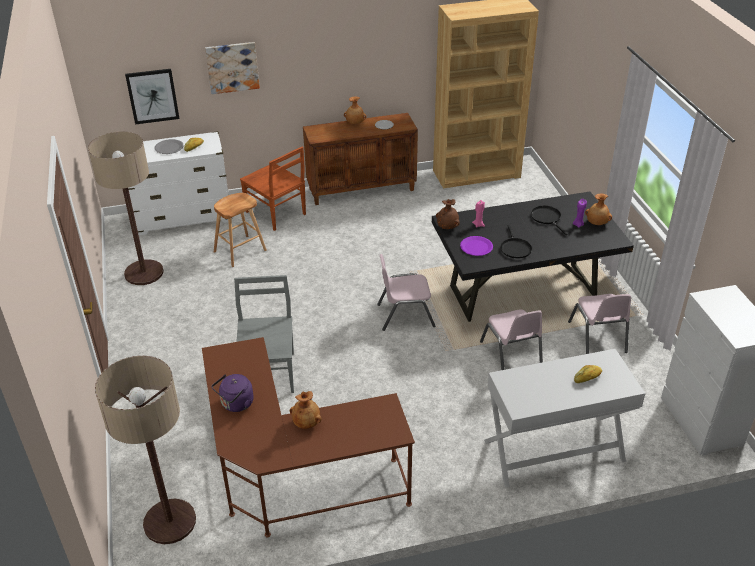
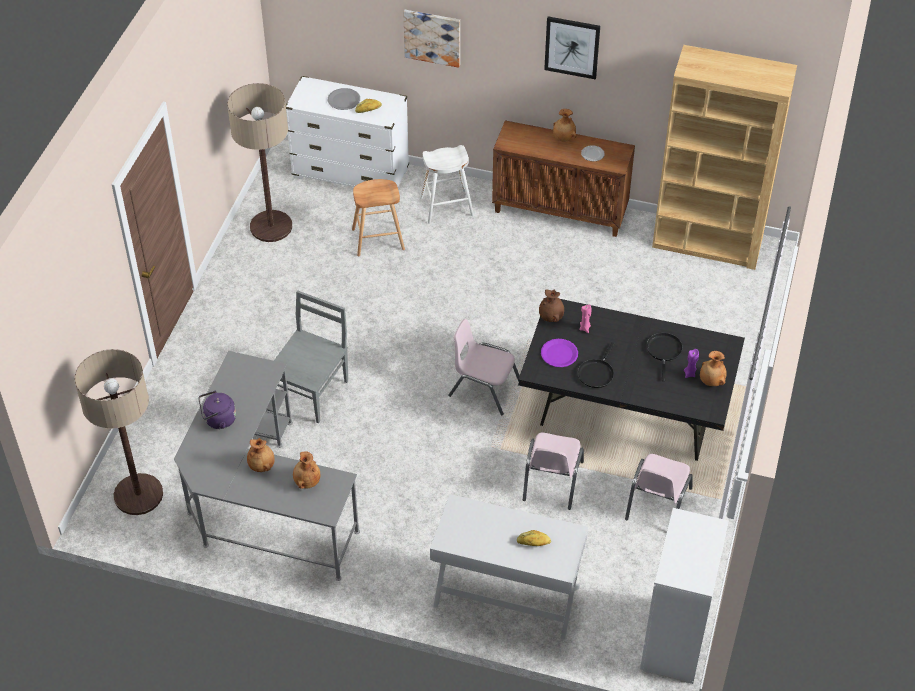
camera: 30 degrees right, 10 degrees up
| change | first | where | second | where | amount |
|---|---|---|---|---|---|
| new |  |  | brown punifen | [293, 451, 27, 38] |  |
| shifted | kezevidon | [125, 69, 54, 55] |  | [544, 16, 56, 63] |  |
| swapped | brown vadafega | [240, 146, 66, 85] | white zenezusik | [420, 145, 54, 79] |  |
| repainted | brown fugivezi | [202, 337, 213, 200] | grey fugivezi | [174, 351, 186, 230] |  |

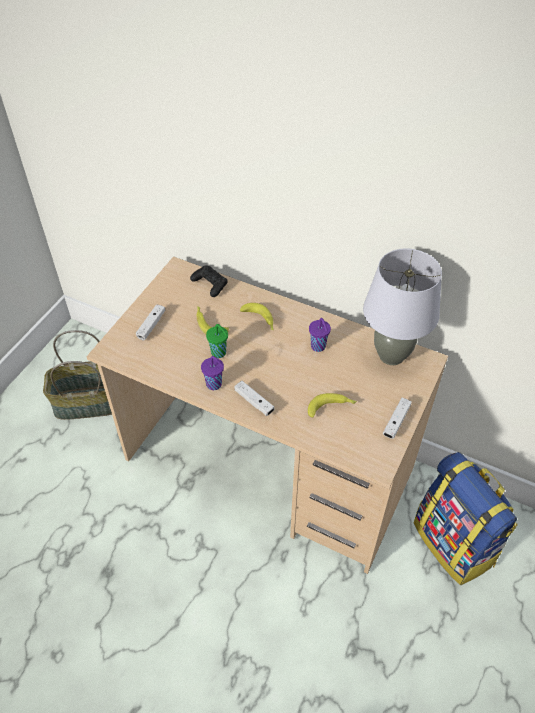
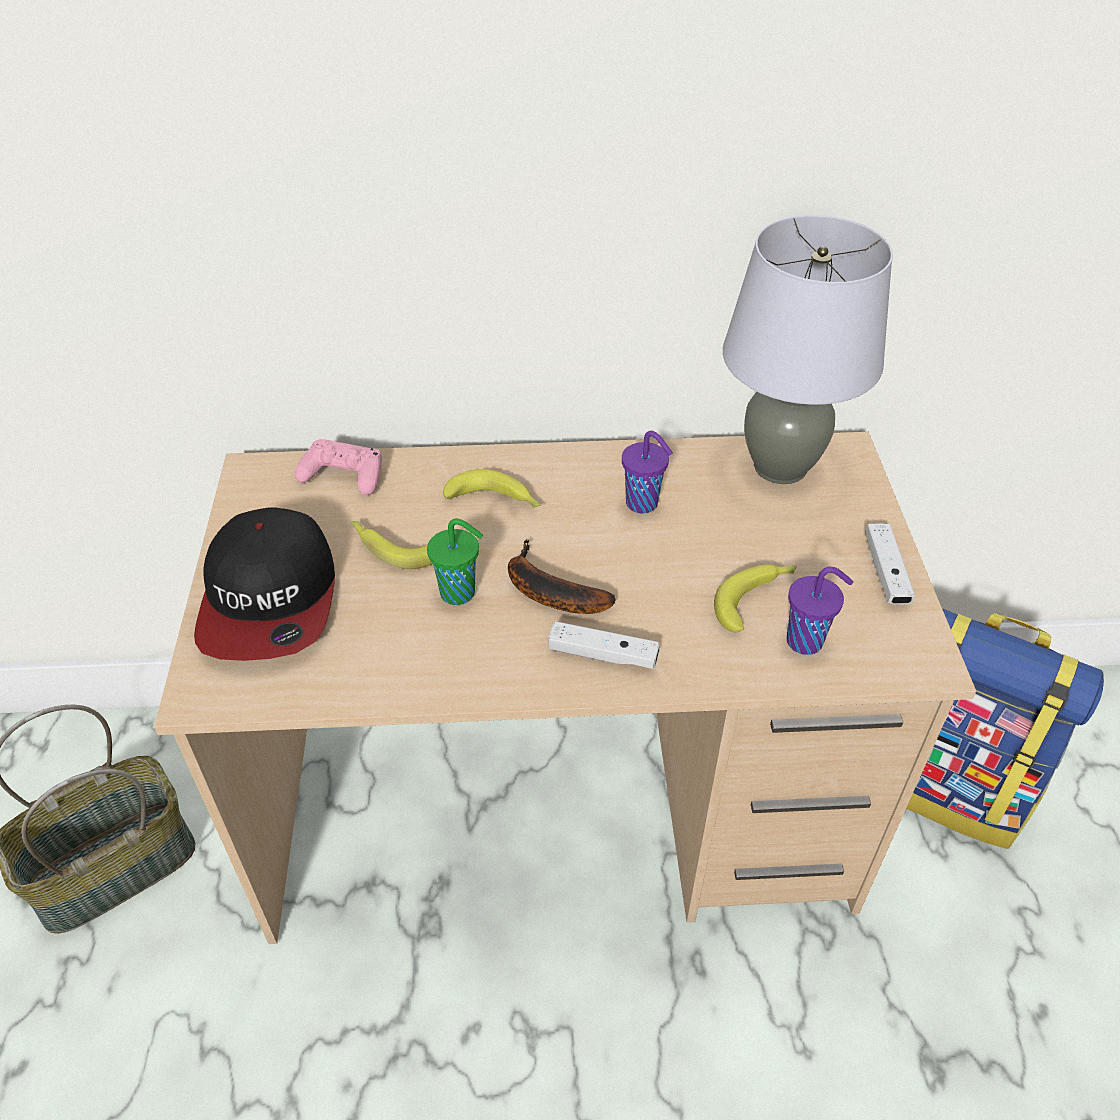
camera: 30 degrees left, 5 degrees down
| change | first | where | second | where | amount |
|---|---|---|---|---|---|
| new |  |  | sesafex | [508, 539, 108, 75] |  |
| shifted | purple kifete | [201, 356, 23, 34] |  | [787, 567, 66, 88] |  |
| swapped | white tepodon | [136, 304, 30, 36] | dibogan | [194, 507, 141, 154] |  |
| repainted | black tepodon | [190, 265, 38, 32] | pink tepodon | [295, 439, 87, 56] |  |

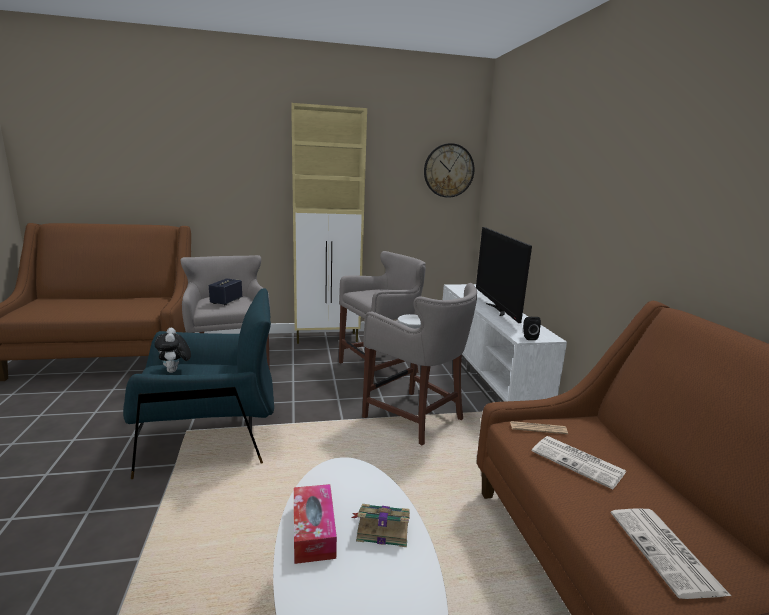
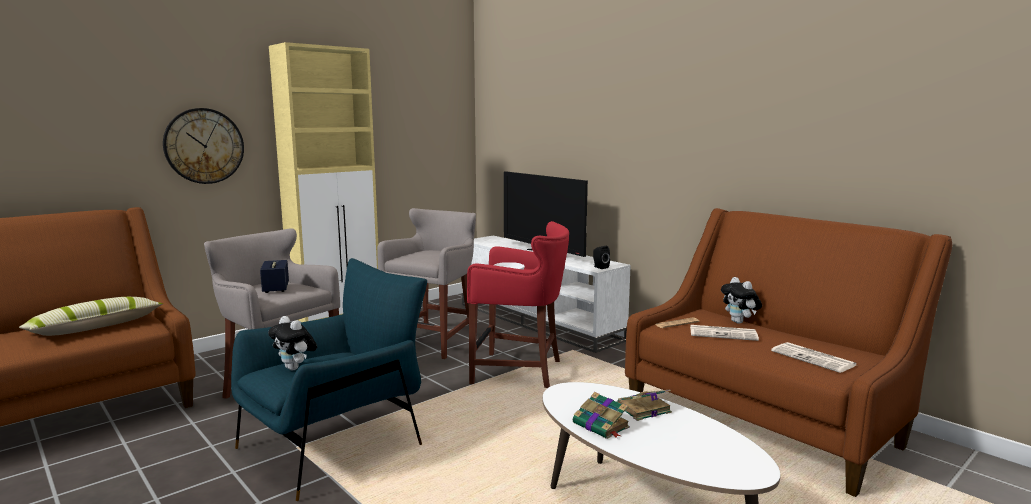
camera: 30 degrees left, 5 degrees down
| change | first | where | second | where | amount |
|---|---|---|---|---|---|
| new |  |  | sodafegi | [19, 297, 144, 39] |  |
| new |  |  | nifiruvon | [721, 277, 41, 47] |  |
| shifted | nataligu | [424, 143, 50, 55] |  | [163, 108, 81, 76] |  |
| swapped | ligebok | [294, 484, 43, 80] | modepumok | [573, 392, 57, 47] |  |
| repainted | grey zenezusik | [362, 283, 115, 163] | red zenezusik | [467, 221, 102, 167] |  |

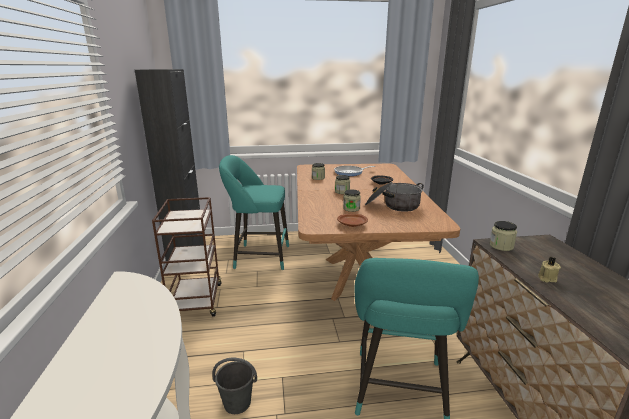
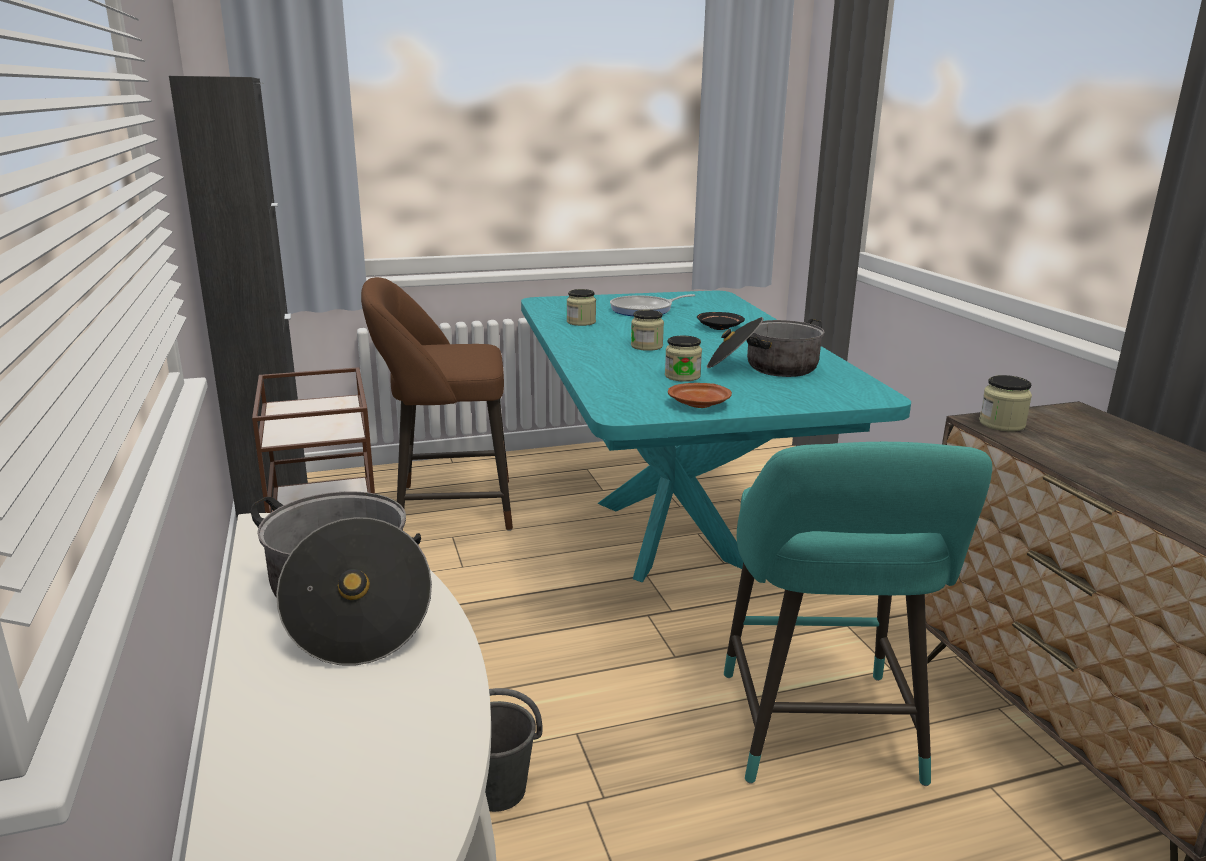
camera: 10 degrees left, 0 degrees up
| change | first | where | second | where | amount |
|---|---|---|---|---|---|
| gone | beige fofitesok | [538, 257, 23, 26] |  |  |  |
| new |  |  | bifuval | [251, 491, 181, 175] |  |
| repainted | turquoise zenezusik | [219, 155, 70, 115] | brown zenezusik | [361, 277, 152, 254] |  |
| repainted | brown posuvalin | [297, 164, 163, 137] | turquoise posuvalin | [521, 291, 390, 291] |  |

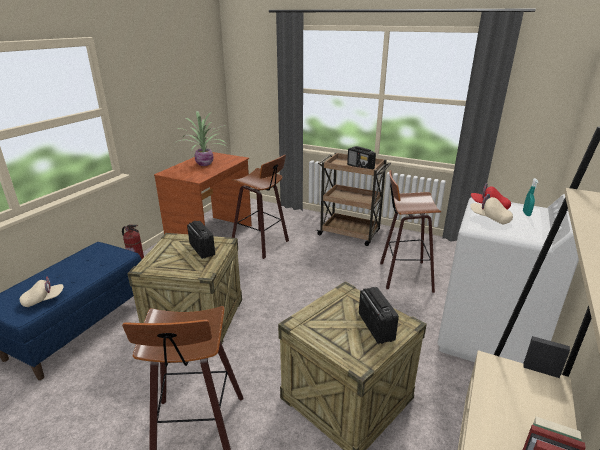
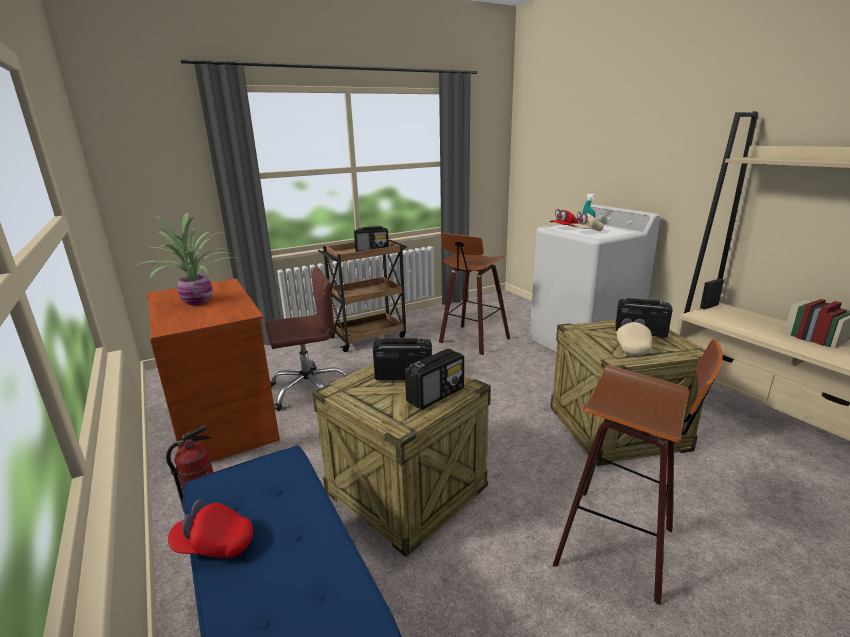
camera: 55 degrees left, 5 degrees down
| change | first | where | second | where | amount |
|---|---|---|---|---|---|
| new |  |  | red dibogan | [168, 499, 85, 59] |  |
| new |  |  | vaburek | [405, 349, 59, 61] |  |
| shifted | beige dibogan | [19, 276, 45, 31] |  | [616, 318, 36, 38] |  |
| swapped | zenezusik | [232, 155, 57, 104] | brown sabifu | [265, 266, 82, 145] |  |

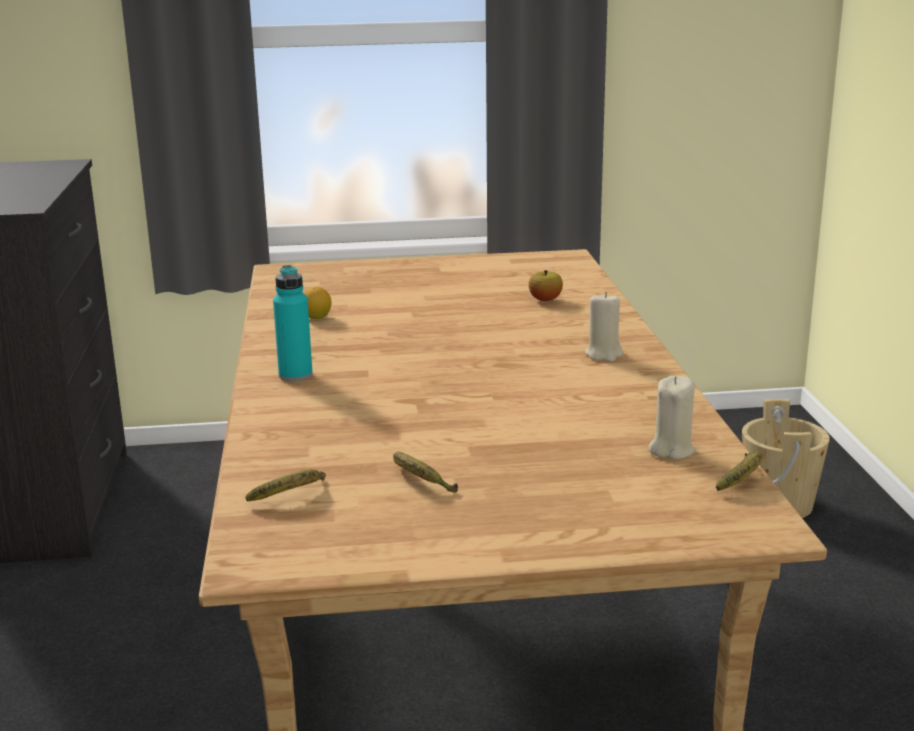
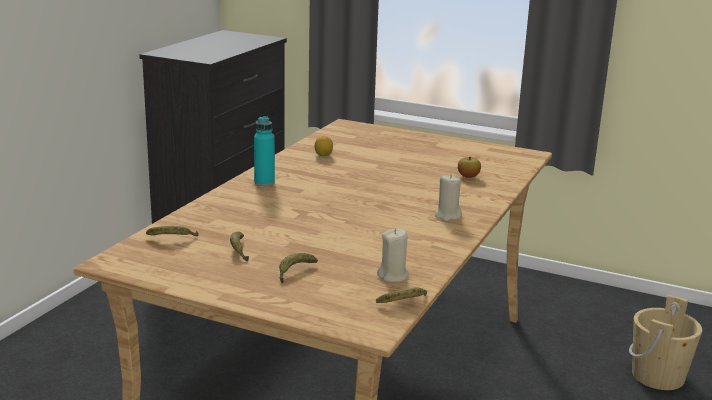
camera: 30 degrees right, 0 degrees up
| change | first | where | second | where | amount |
|---|---|---|---|---|---|
| new |  |  | sesafex | [279, 253, 39, 30] |  |

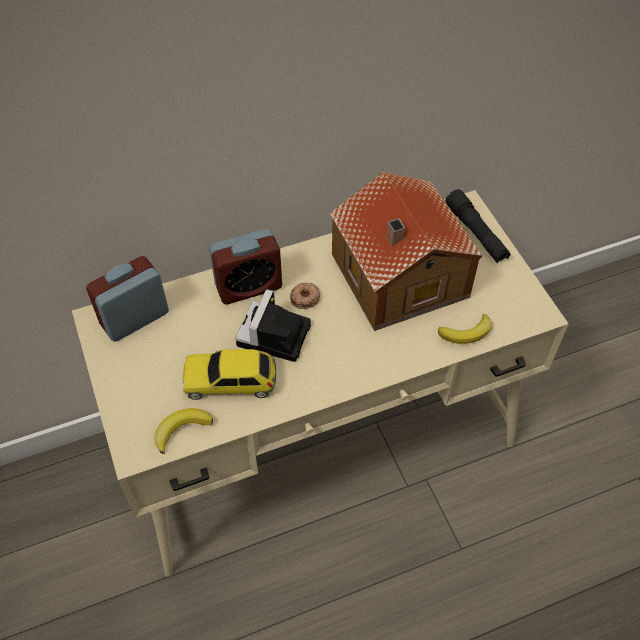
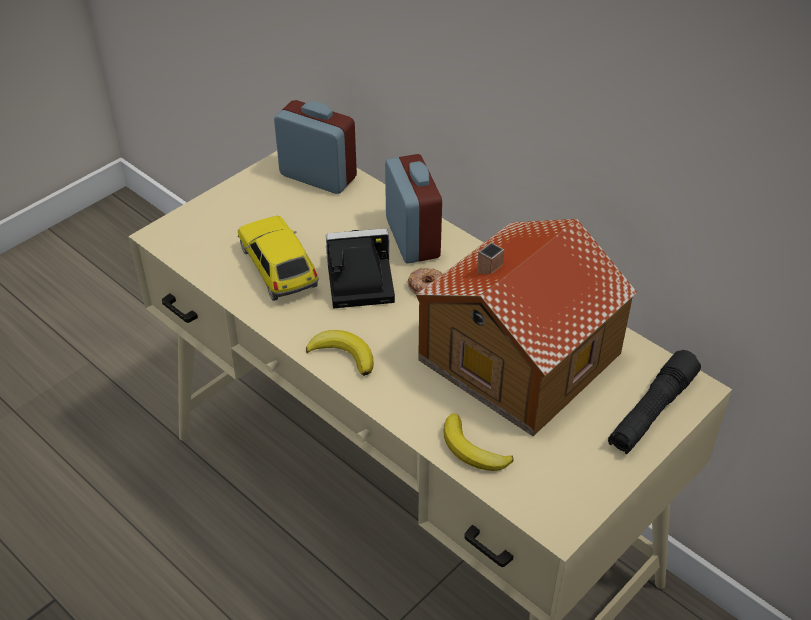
camera: 65 degrees right, 10 degrees down
| change | first | where | second | where | amount |
|---|---|---|---|---|---|
| shifted | sesafex | [154, 408, 59, 46] |  | [306, 330, 68, 46] |  |
| rotated | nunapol | [209, 229, 73, 75] |  | [385, 154, 57, 110] | 150 degrees counterclockwise |

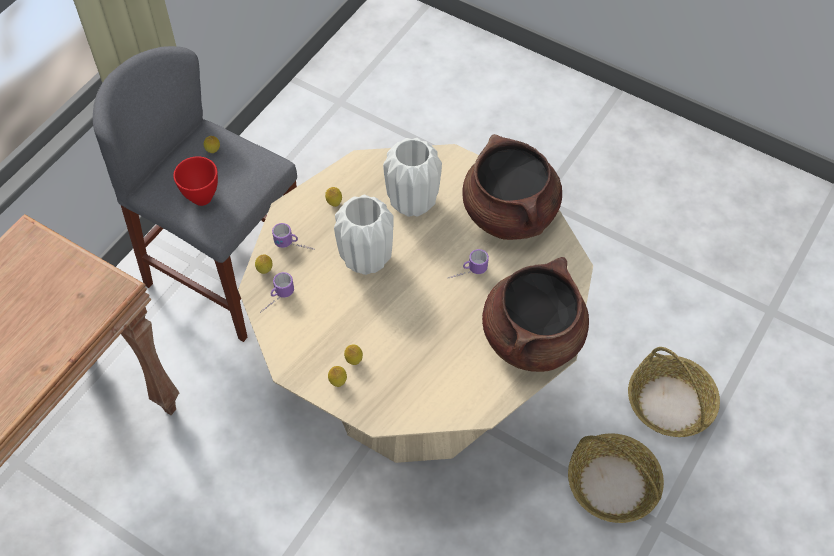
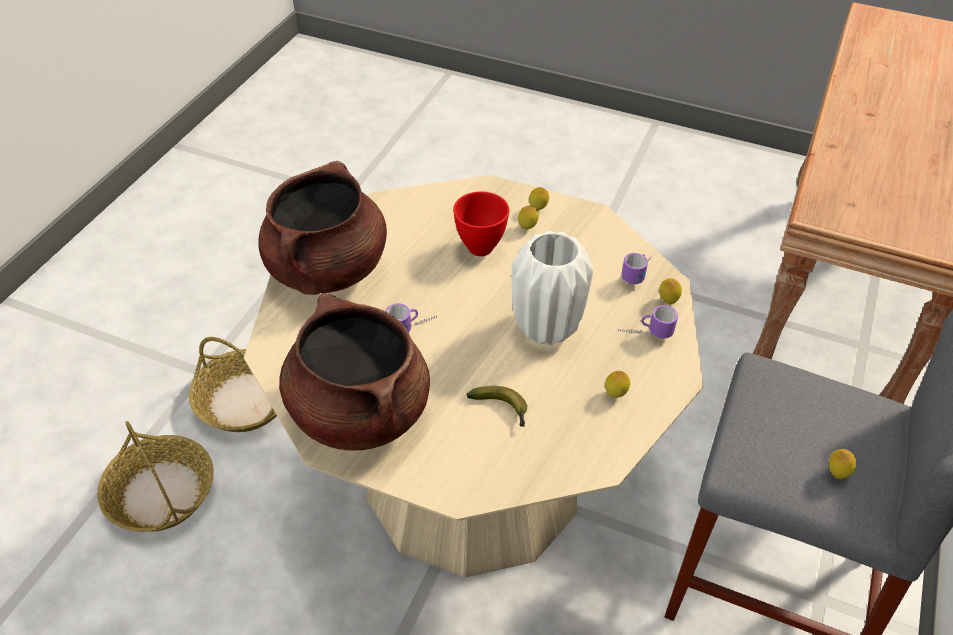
camera: 170 degrees right, 10 degrees down
| change | first | where | second | where | amount |
|---|---|---|---|---|---|
| shifted | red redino | [173, 157, 45, 49] |  | [453, 191, 56, 65] |  |
| swapped | white punifen | [383, 138, 59, 79] | sesafex | [466, 386, 61, 41] |  |

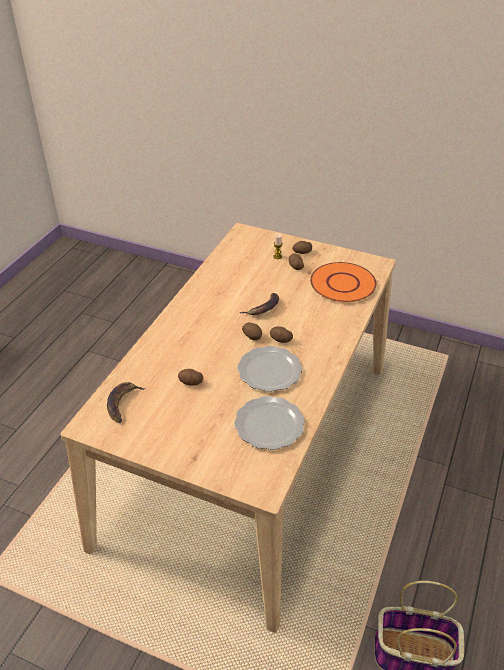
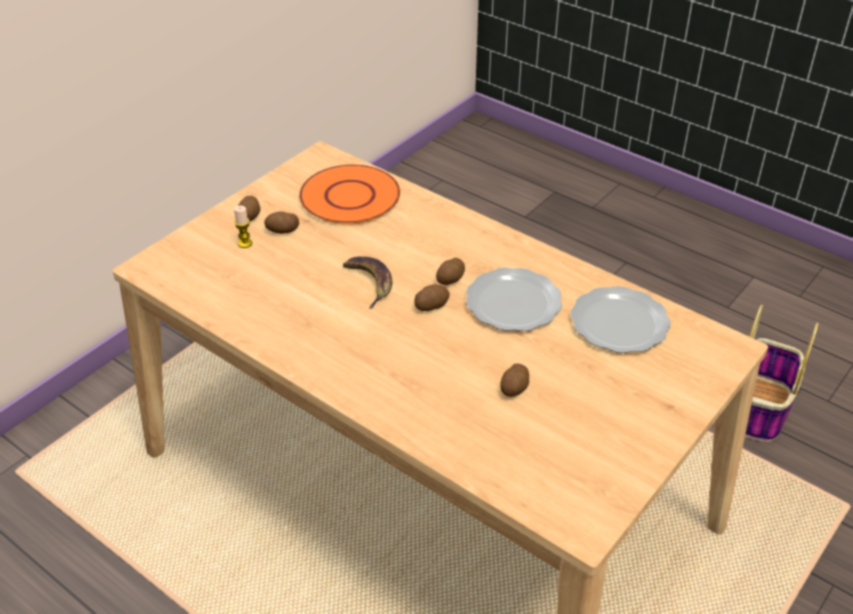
camera: 75 degrees left, 0 degrees up
| change | first | where | second | where | amount |
|---|---|---|---|---|---|
| gone | sesafex | [107, 382, 39, 41] |  |  |  |

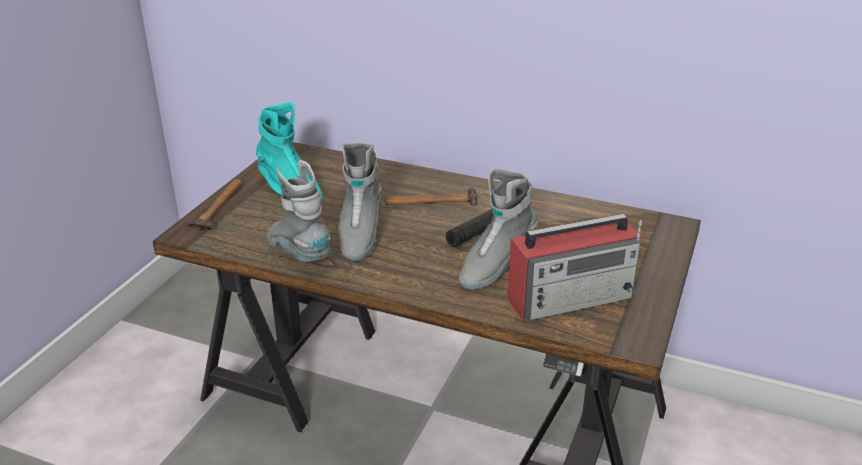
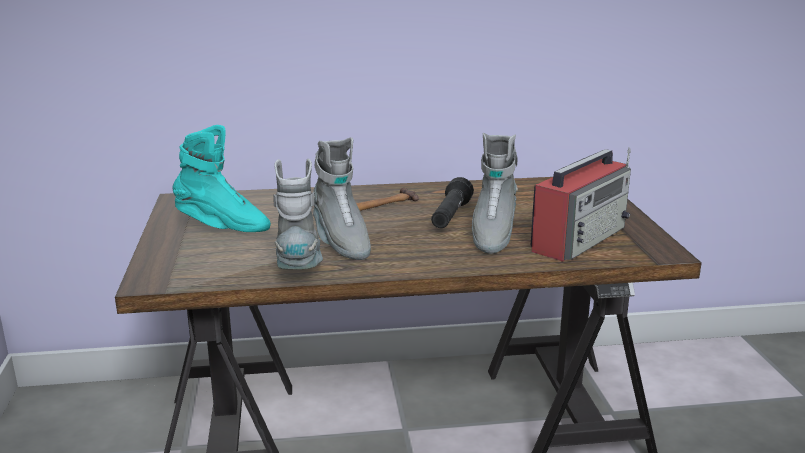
camera: 30 degrees left, 10 degrees down
| change | first | where | second | where | amount |
|---|---|---|---|---|---|
| gone | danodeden | [187, 179, 55, 51] |  |  |  |
| rotated | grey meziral | [268, 160, 63, 102] |  | [273, 158, 50, 112] | 60 degrees clockwise |

